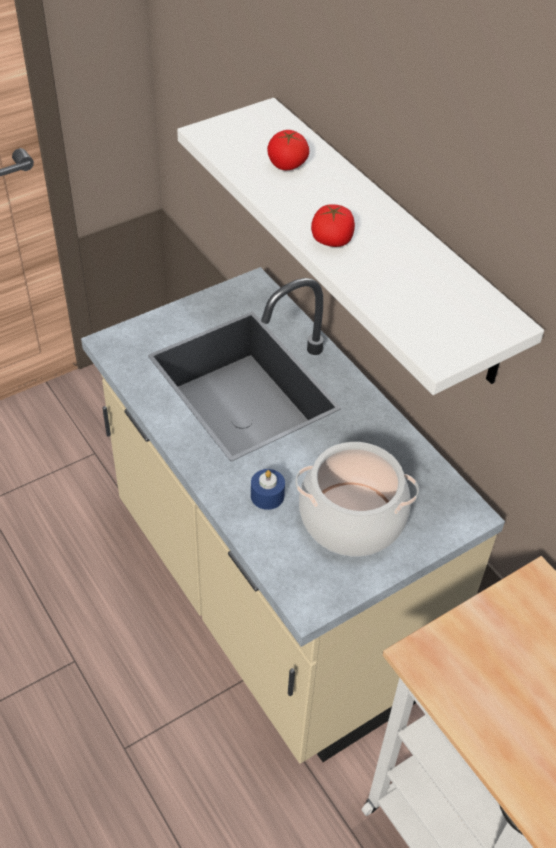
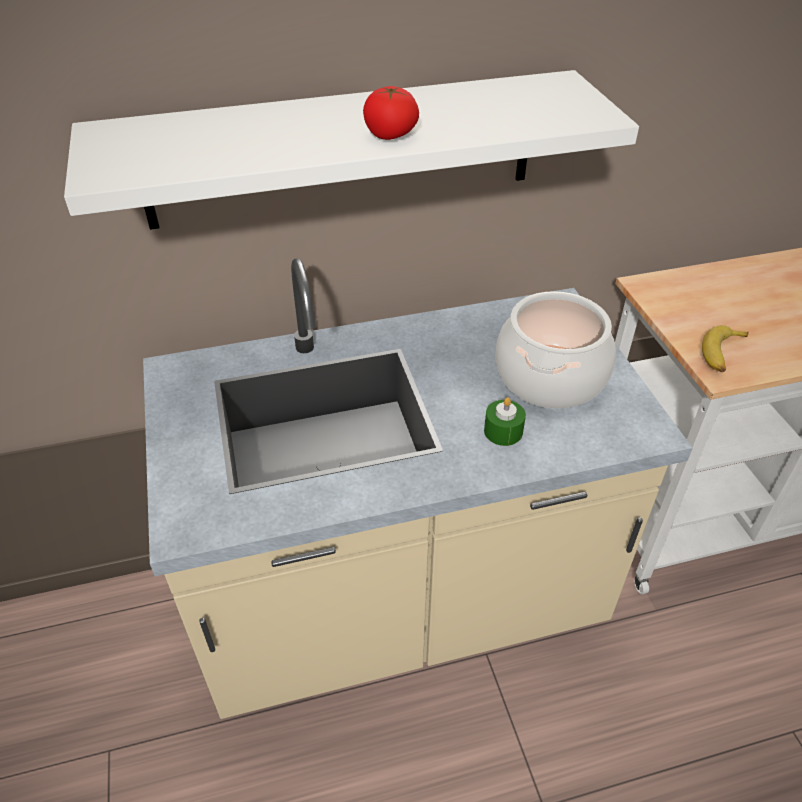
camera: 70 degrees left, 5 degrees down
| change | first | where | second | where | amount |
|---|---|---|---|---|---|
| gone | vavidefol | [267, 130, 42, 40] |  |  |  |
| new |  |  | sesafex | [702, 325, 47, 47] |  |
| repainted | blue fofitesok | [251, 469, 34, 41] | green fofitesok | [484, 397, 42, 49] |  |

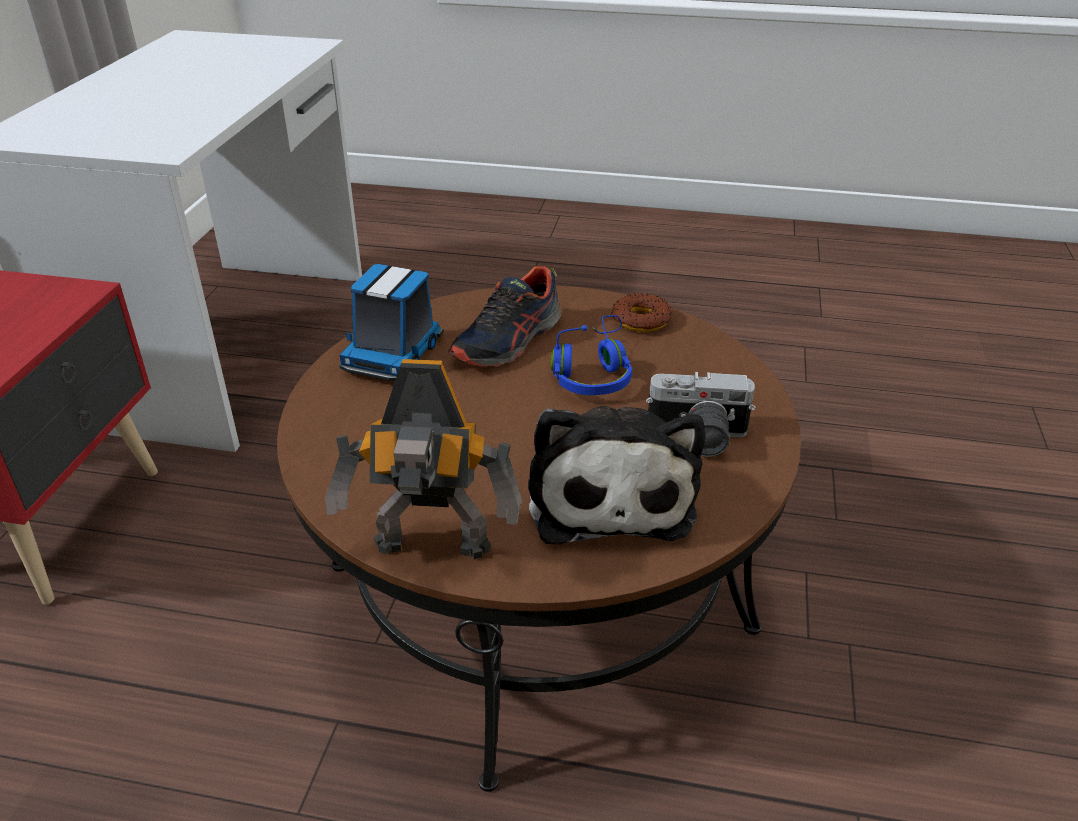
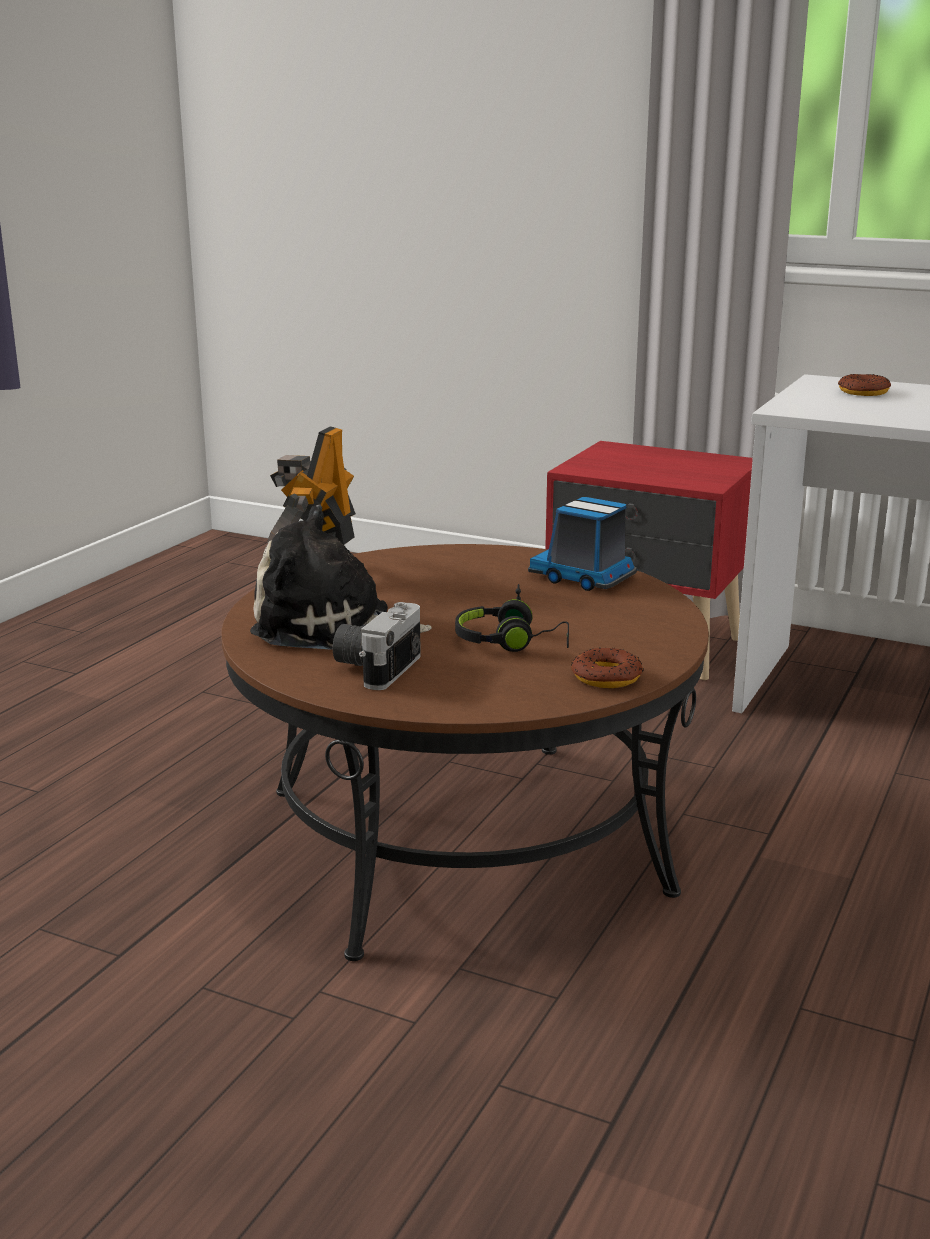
camera: 105 degrees right, 15 degrees down
| change | first | where | second | where | amount |
|---|---|---|---|---|---|
| gone | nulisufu | [448, 266, 113, 101] |  |  |  |
| new |  |  | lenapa | [838, 374, 53, 22] |  |
| repainted | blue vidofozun | [551, 315, 81, 80] | black vidofozun | [455, 584, 114, 68] |  |

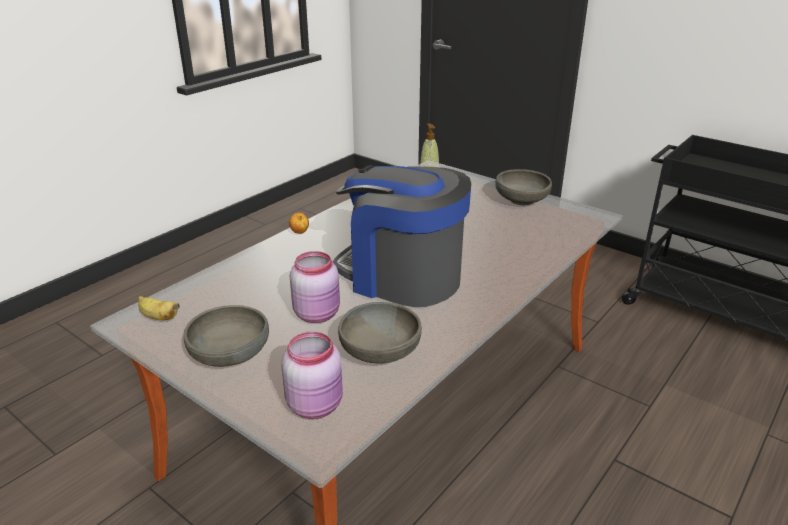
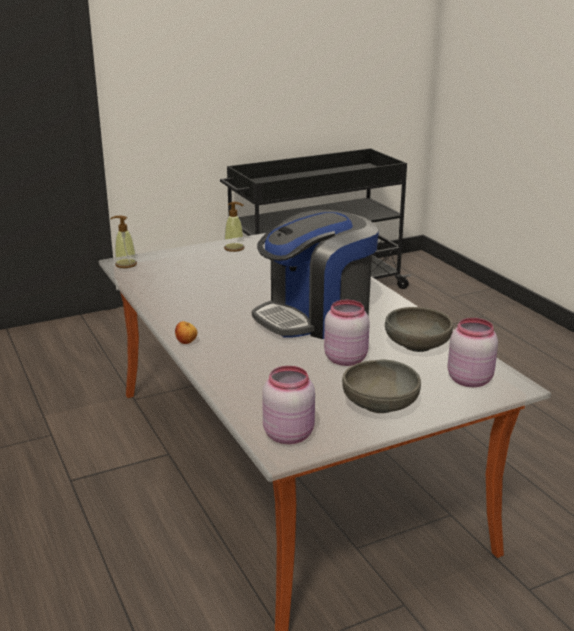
camera: 65 degrees left, 5 degrees down
| change | first | where | second | where | amount |
|---|---|---|---|---|---|
| swapped | sesafex | [138, 296, 42, 24] | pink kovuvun | [262, 366, 53, 78] |  |
| swapped | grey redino | [495, 169, 57, 36] | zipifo | [224, 202, 21, 50] |  |

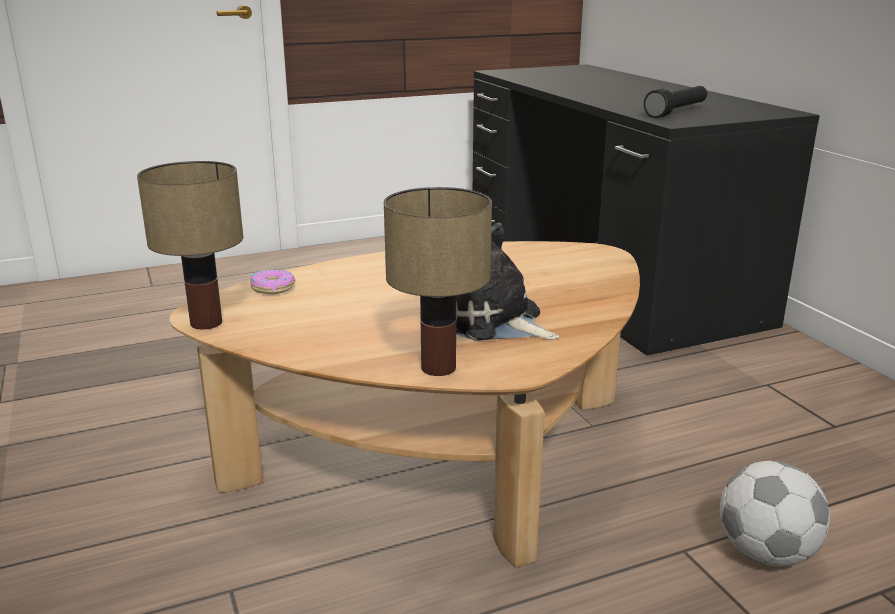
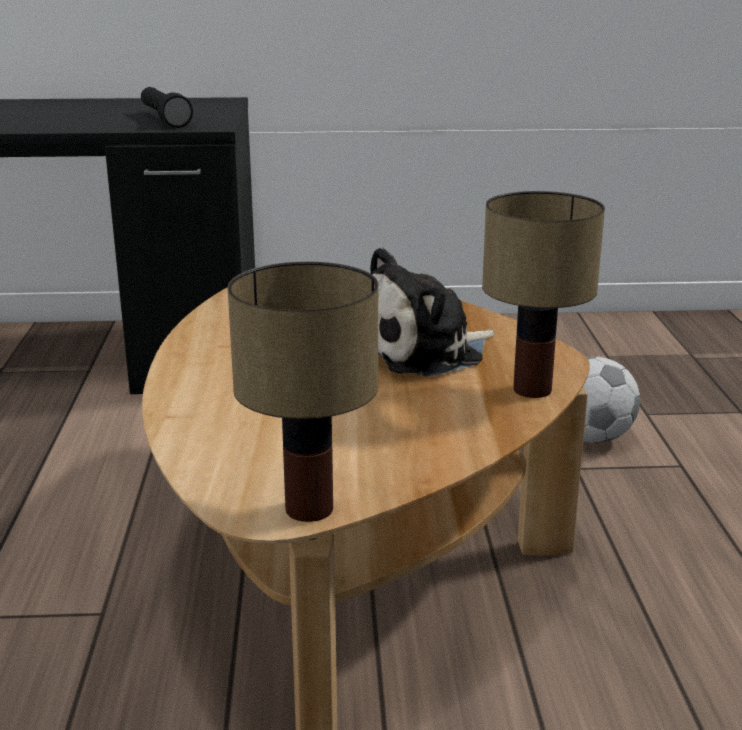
camera: 70 degrees left, 0 degrees up
| change | first | where | second | where | amount |
|---|---|---|---|---|---|
| gone | lenapa | [250, 269, 46, 25] |  |  |  |

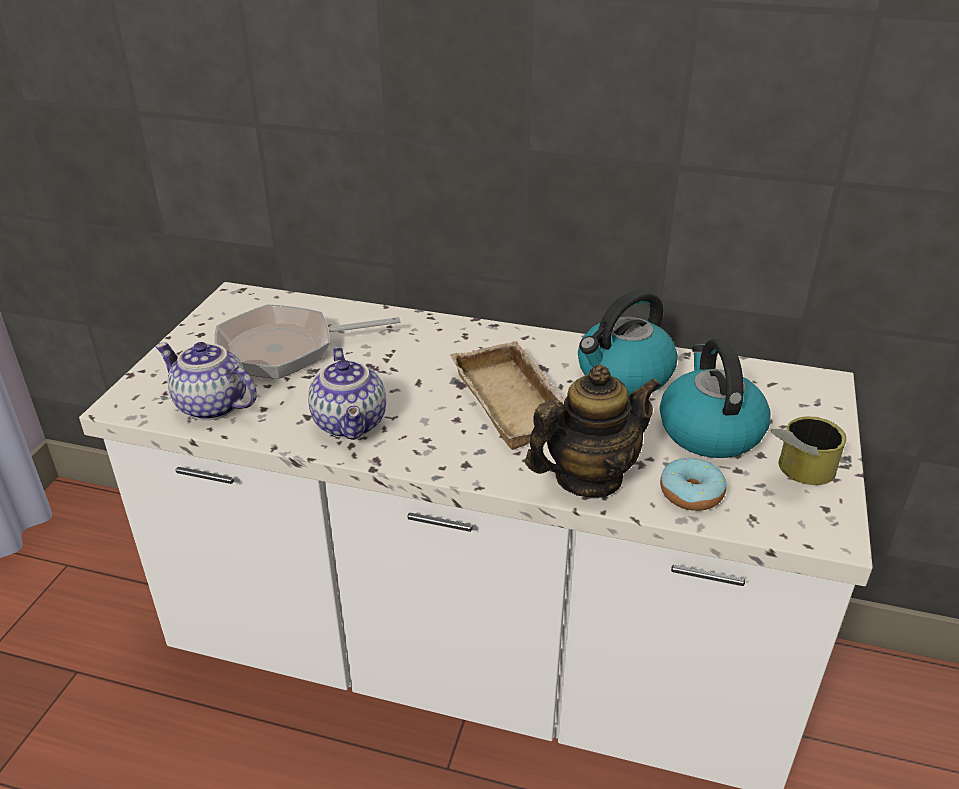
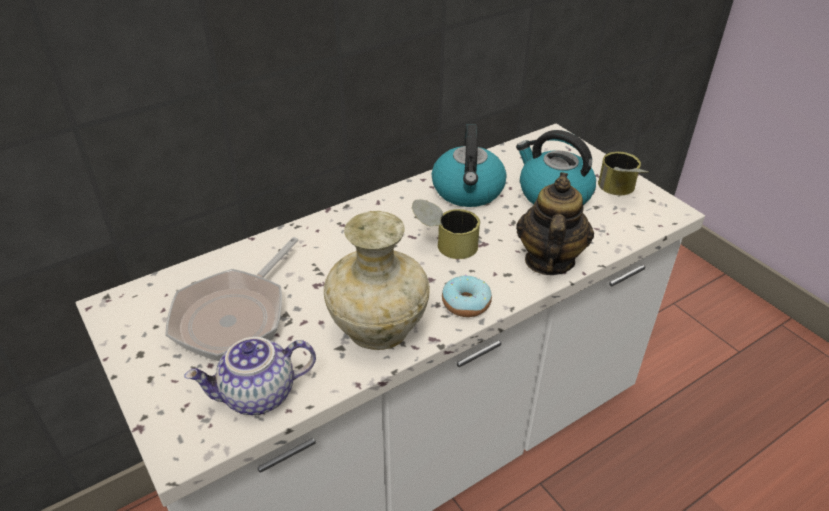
camera: 50 degrees left, 5 degrees up
| change | first | where | second | where | amount |
|---|---|---|---|---|---|
| shifted | lenapa | [660, 458, 67, 53] |  | [442, 275, 50, 42] |  |
| swapped | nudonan | [308, 347, 78, 93] | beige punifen | [324, 211, 106, 139] |  |
| swapped | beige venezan | [450, 341, 115, 109] | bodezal | [412, 199, 68, 60] |  |

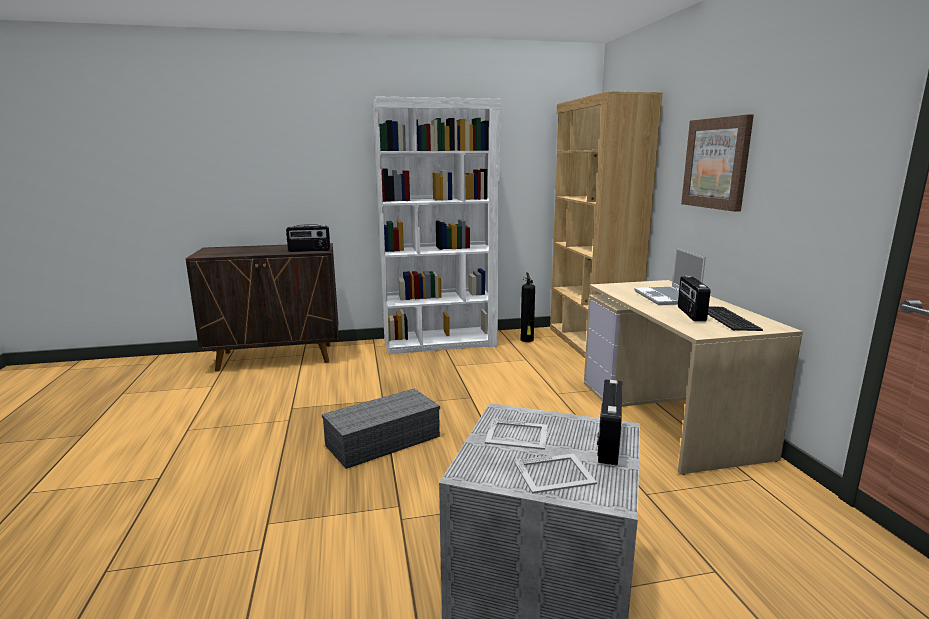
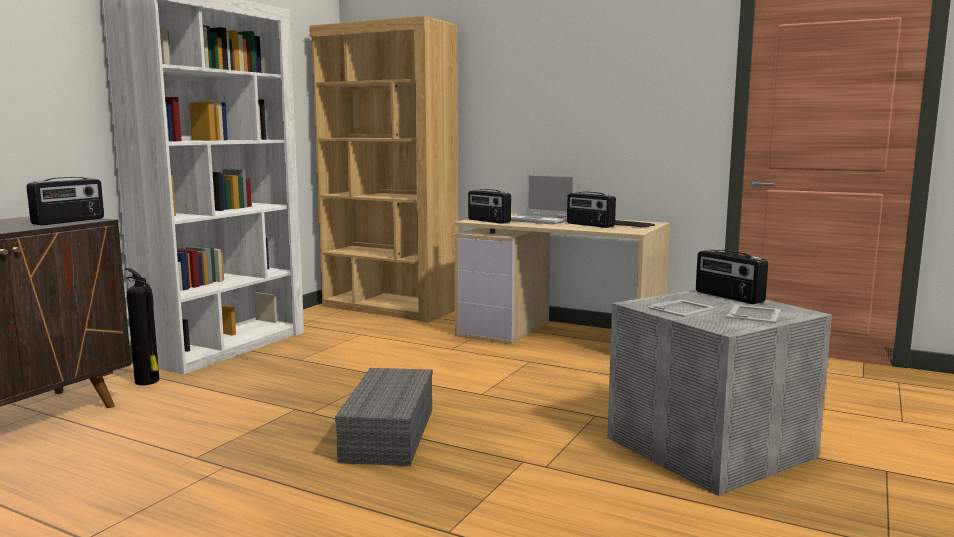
camera: 50 degrees left, 5 degrees down
| change | first | where | second | where | amount |
|---|---|---|---|---|---|
| gone | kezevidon | [681, 114, 73, 98] |  |  |  |
| new |  |  | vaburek | [468, 189, 43, 35] |  |
| shifted | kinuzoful | [520, 272, 15, 70] |  | [125, 268, 34, 117] |  |

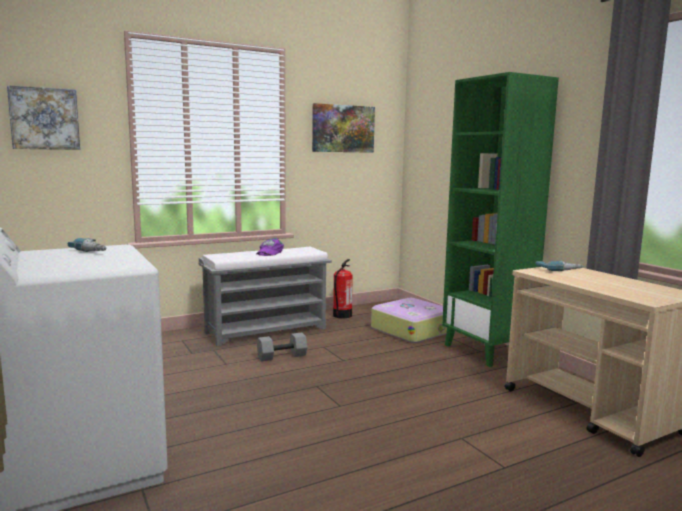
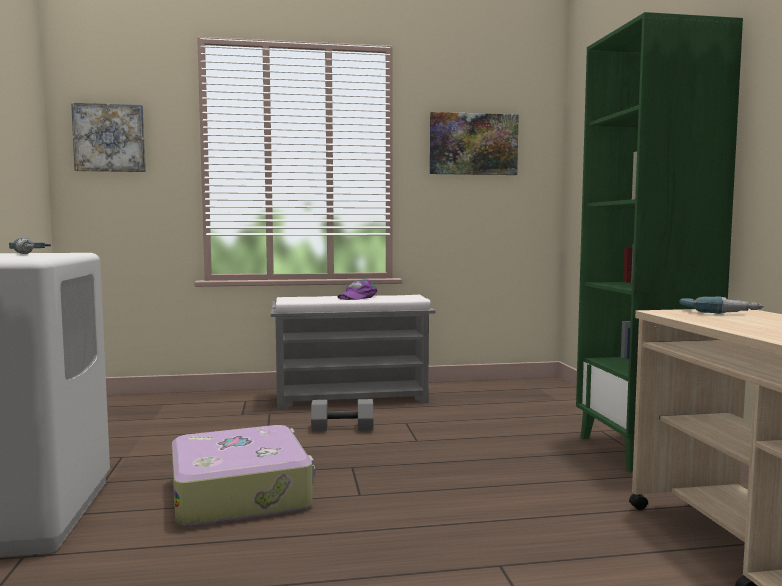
camera: 20 degrees right, 5 degrees down
| change | first | where | second | where | amount |
|---|---|---|---|---|---|
| gone | kinuzoful | [333, 259, 20, 60] |  |  |  |
| shifted | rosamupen | [371, 298, 76, 45] |  | [172, 425, 143, 102] |  |

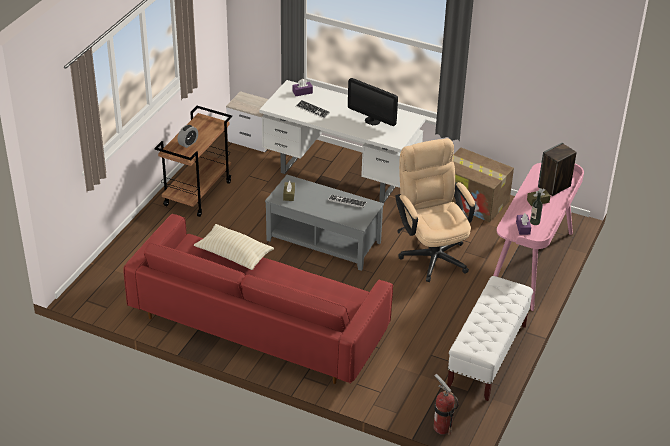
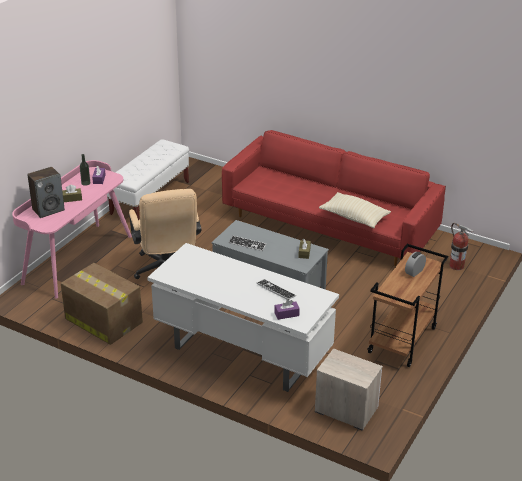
camera: 175 degrees left, 5 degrees down
| change | first | where | second | where | amount |
|---|---|---|---|---|---|
| gone | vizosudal | [348, 78, 50, 48] |  |  |  |
| shifted | kinuzoful | [433, 374, 26, 61] |  | [449, 223, 24, 47] |  |

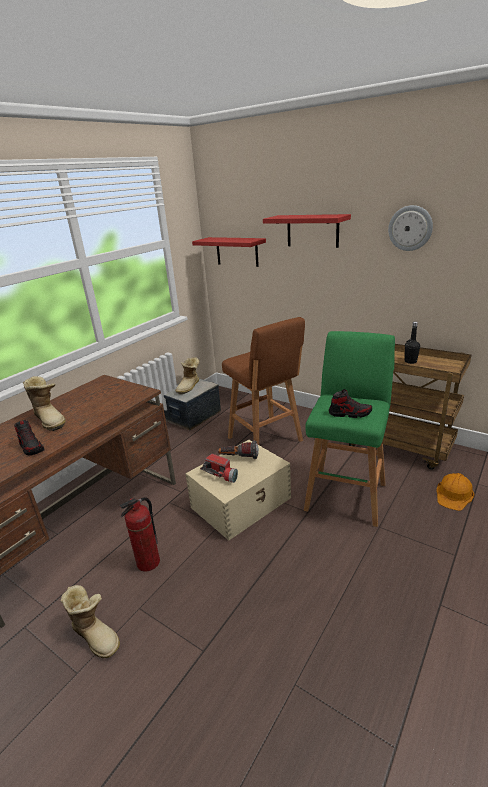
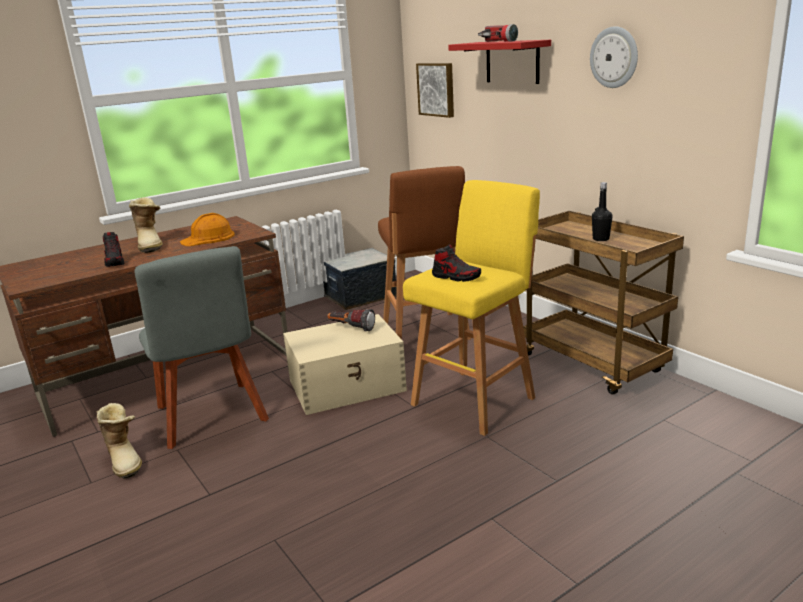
camera: 20 degrees right, 5 degrees down
| change | first | where | second | where | amount |
|---|---|---|---|---|---|
| gone | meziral | [175, 357, 25, 37] |  |  |  |
| shifted | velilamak | [200, 454, 38, 29] |  | [478, 24, 40, 18] |  |
| shifted | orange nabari | [436, 473, 39, 38] |  | [180, 213, 55, 33] |  |
| swapped | kinuzoful | [119, 497, 41, 75] | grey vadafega | [135, 246, 134, 203] |  |
| swapped | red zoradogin | [192, 237, 74, 30] | kezevidon | [416, 63, 38, 55] |  |
| repainted | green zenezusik | [304, 331, 91, 196] | yellow zenezusik | [403, 180, 137, 256] |  |

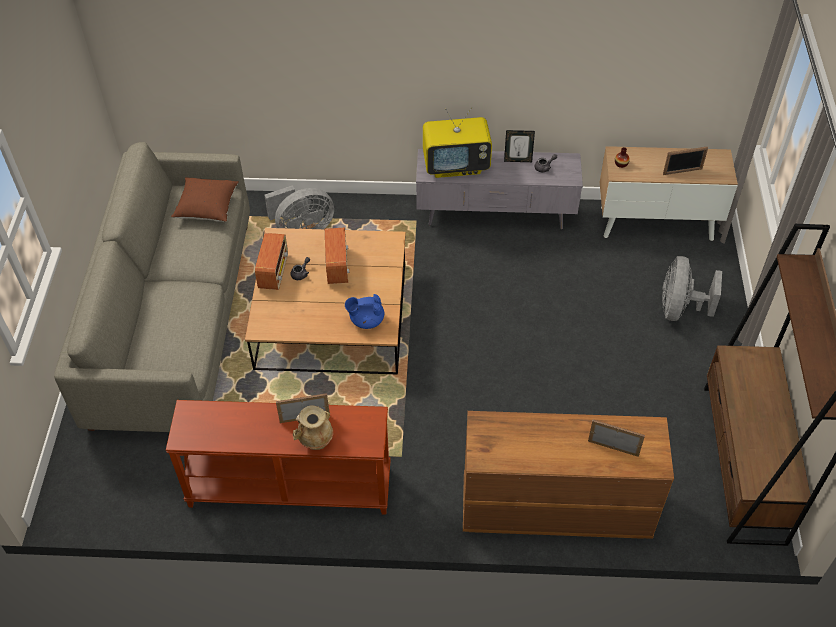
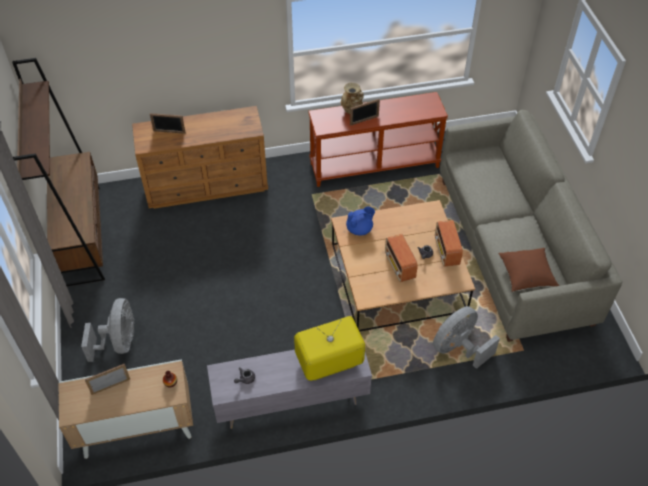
camera: 165 degrees right, 0 degrees up
| change | first | where | second | where | amount |
|---|---|---|---|---|---|
| gone | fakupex | [504, 130, 31, 32] |  |  |  |

